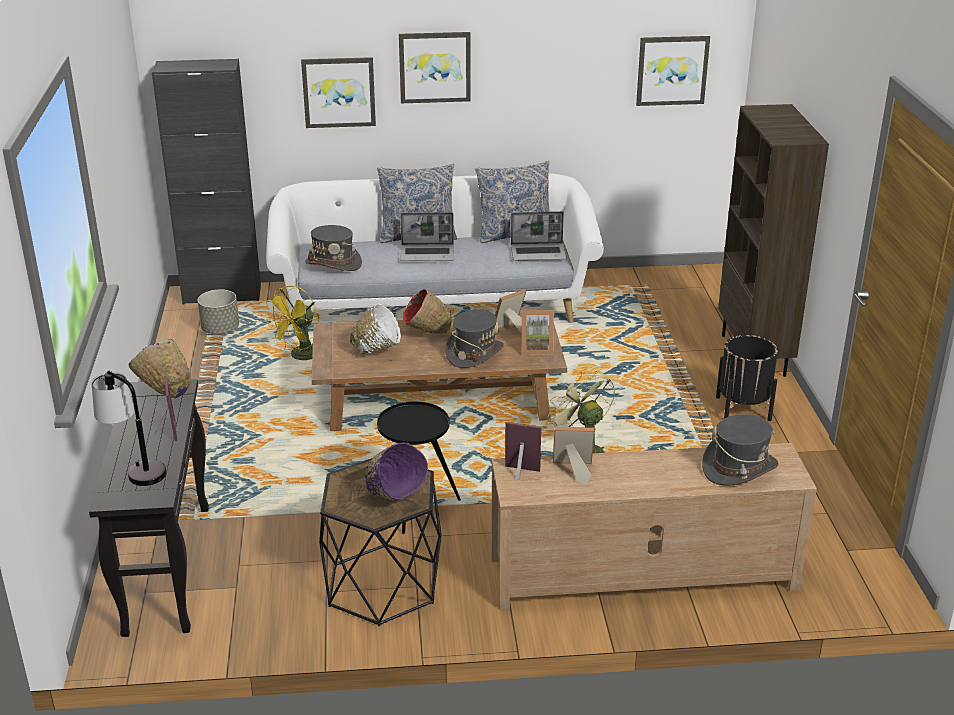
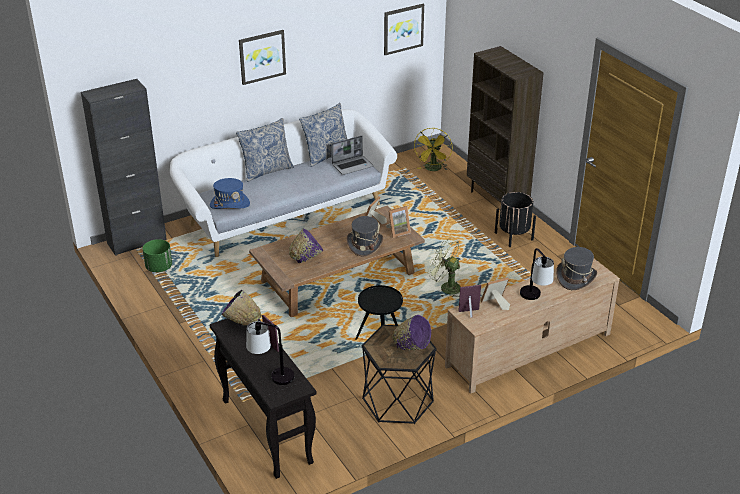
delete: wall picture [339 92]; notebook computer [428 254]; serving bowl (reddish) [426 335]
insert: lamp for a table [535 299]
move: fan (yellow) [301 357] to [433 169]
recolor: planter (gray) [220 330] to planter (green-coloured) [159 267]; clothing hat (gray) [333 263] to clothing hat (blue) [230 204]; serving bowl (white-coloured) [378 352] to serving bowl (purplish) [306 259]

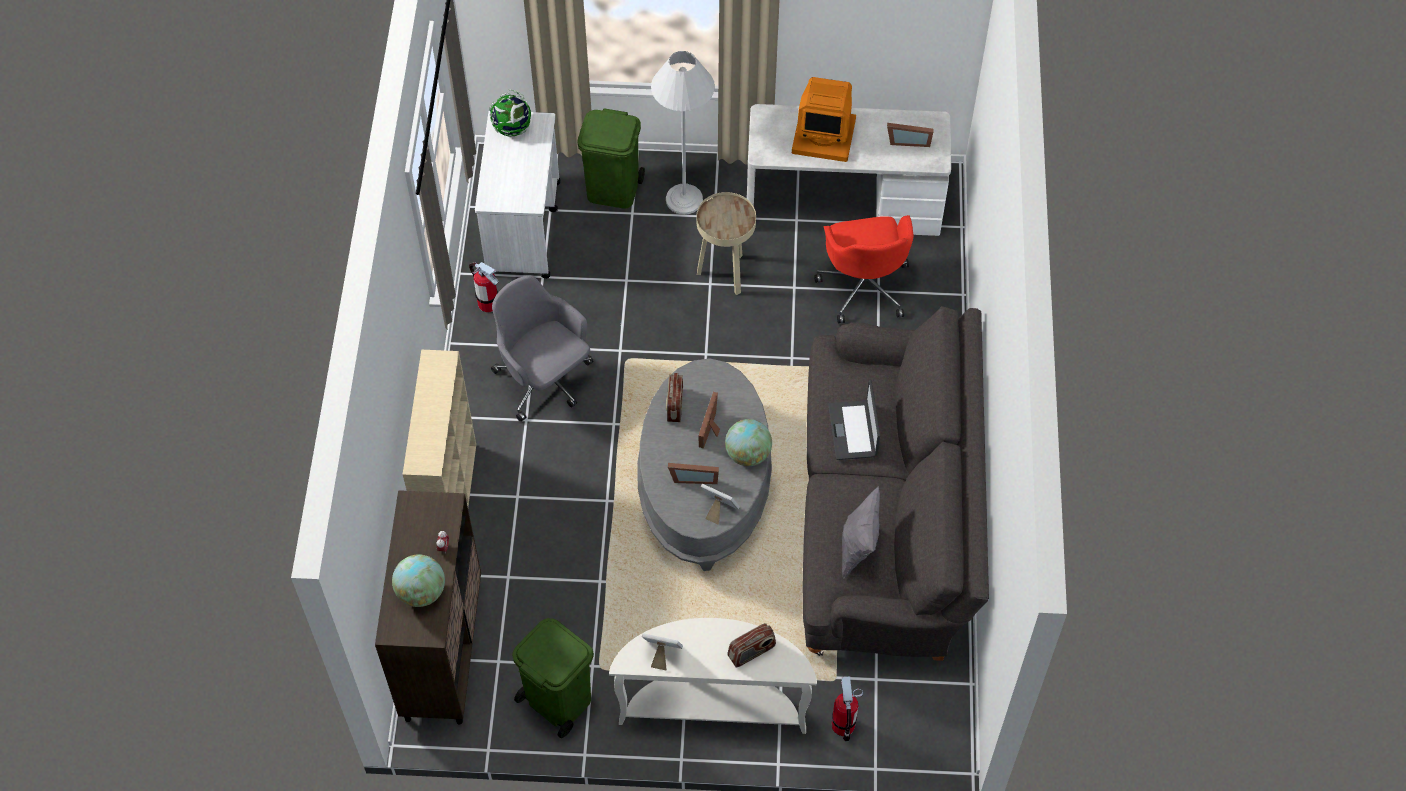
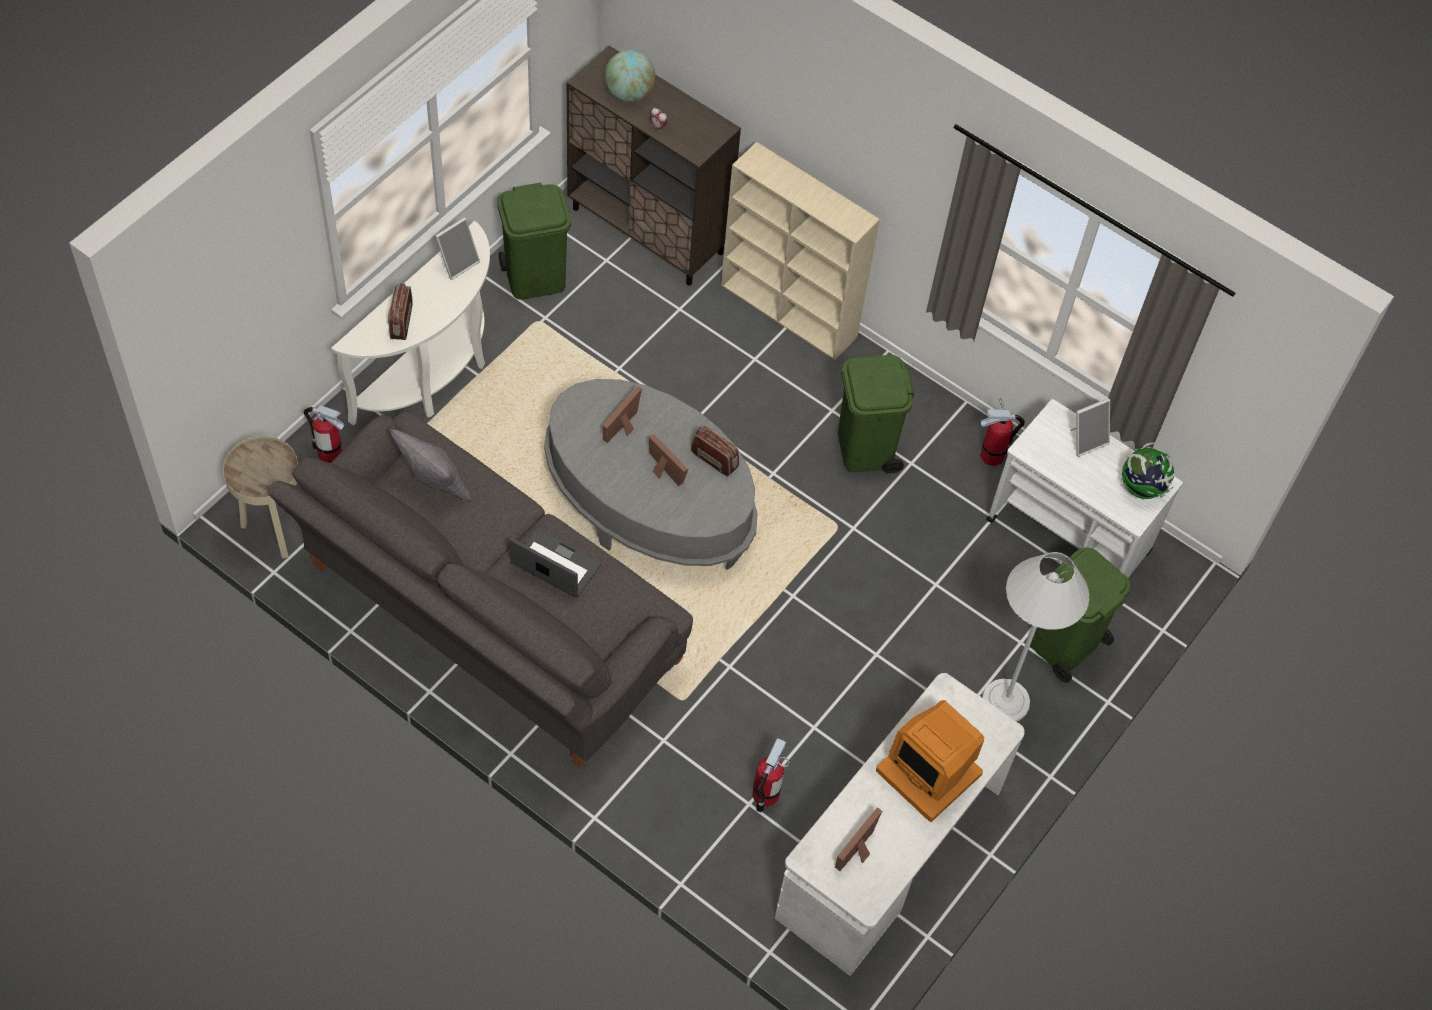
delete: desk globe [748 454]
move: end table (sand-coloured) [725 274] to [275 530]; standing frame [718 510] to [1086 440]
replace: office chair (reddish) [864 285] to extinguisher [765 795]; office chair (gray) [544 380] to trash can (green-coloured) [865 449]
rotate: monitor [824 135] = [930 771] 90 degrees counterclockwise

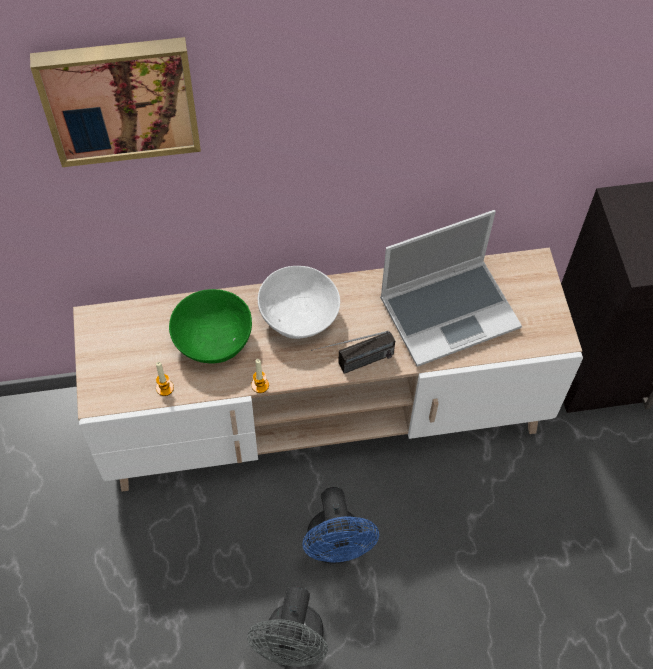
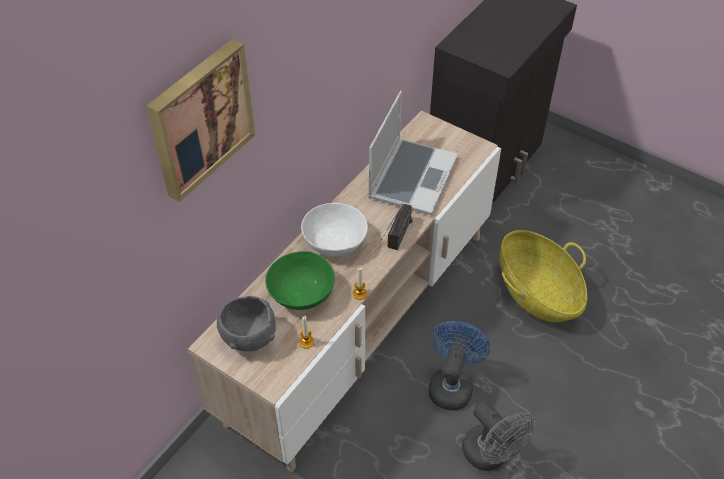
insert: serving bowl (gray) [249 338]; storage basket [537 292]
rotate: fan (blue) [336 547] = [452 384] 105 degrees counterclockwise

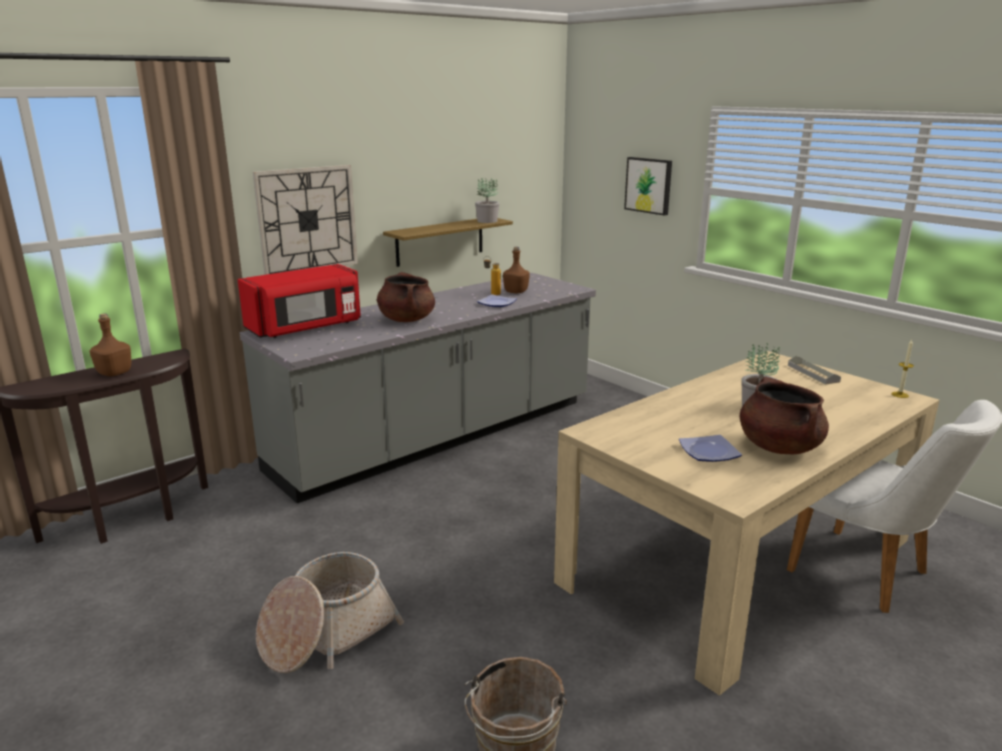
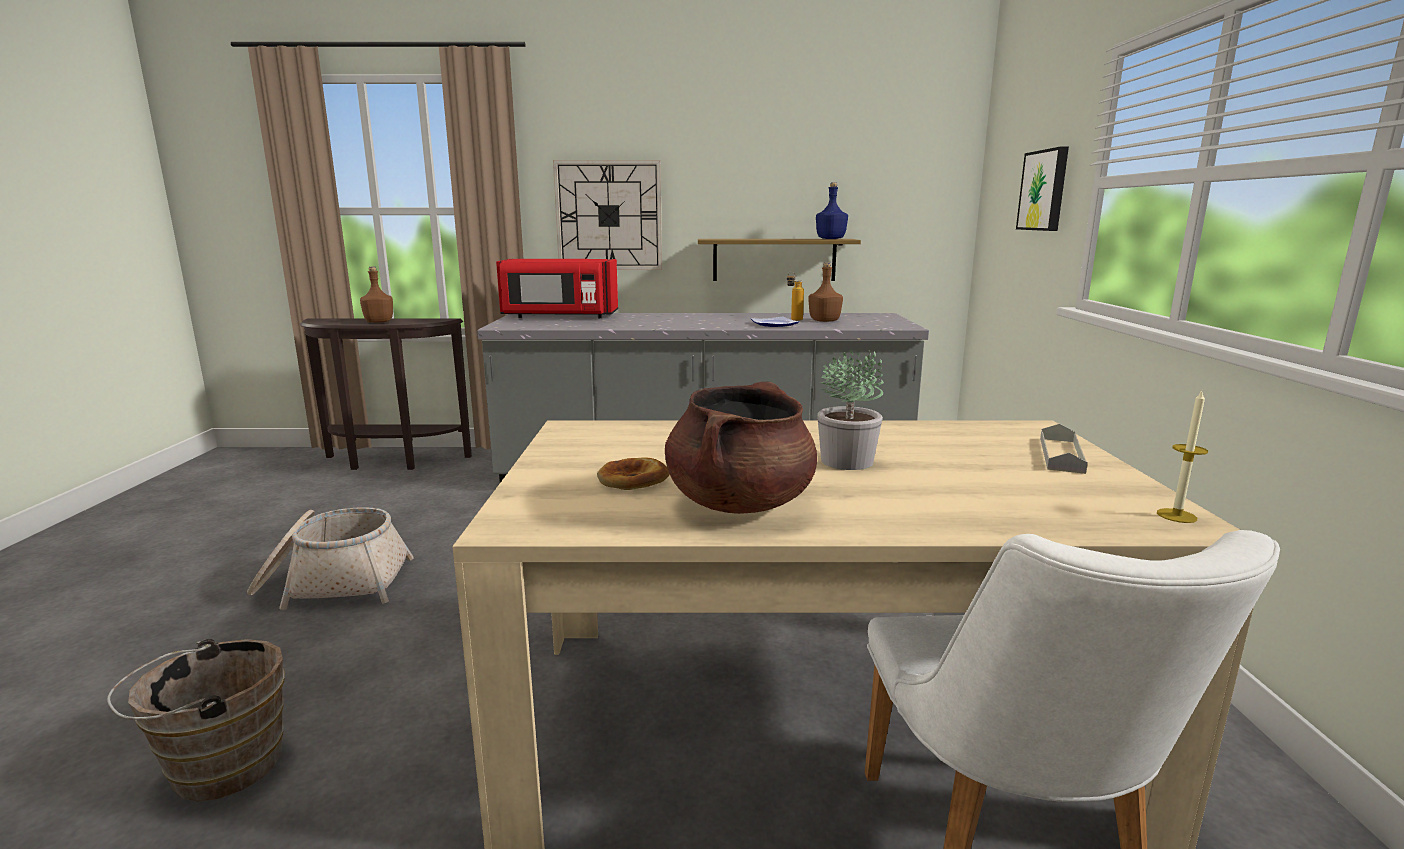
delete: saucepot (brown) [406 319]
replace: plate [710 452] to bakery bread [632 480]; houseplant [487 221] to beverage bottle (blue) [830 239]

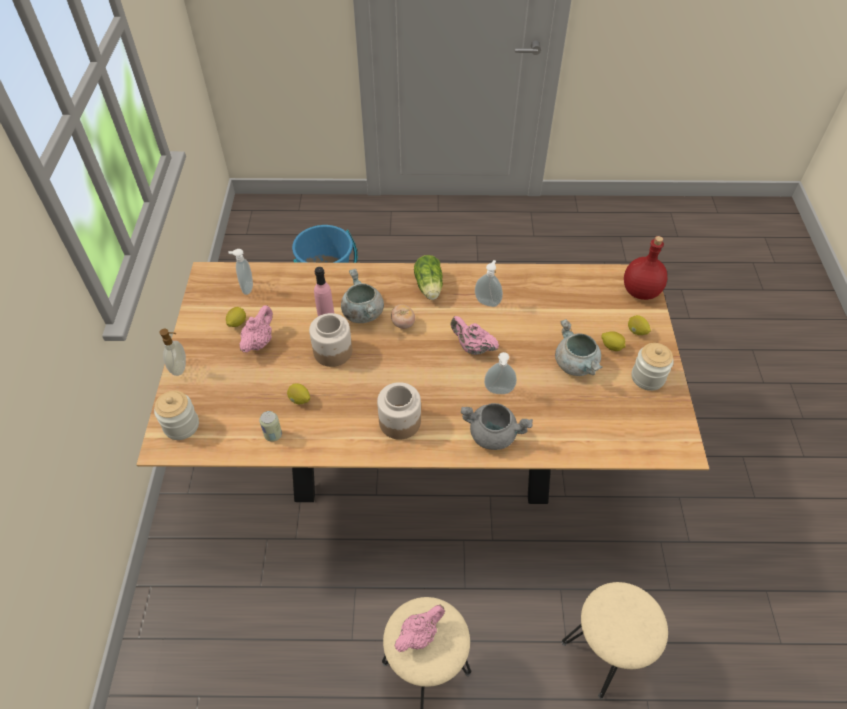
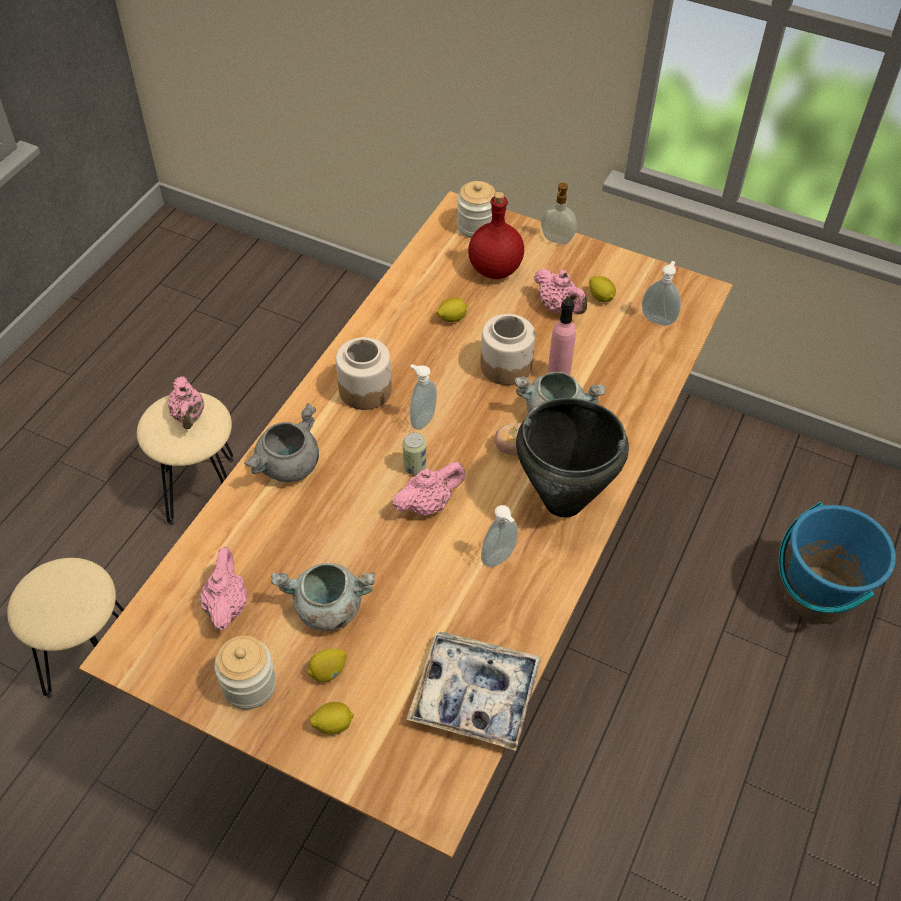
insert: teapot (pink-coloured) [226 605]; carrying tray [475 695]
move: can [273 435] to [414 467]; soap bottle [499 392] to [421 419]; beverage bottle (reddish) [641 292] to [494 270]
replace: lettuce head [429 287] to saucepot (black-coloured) [564 502]

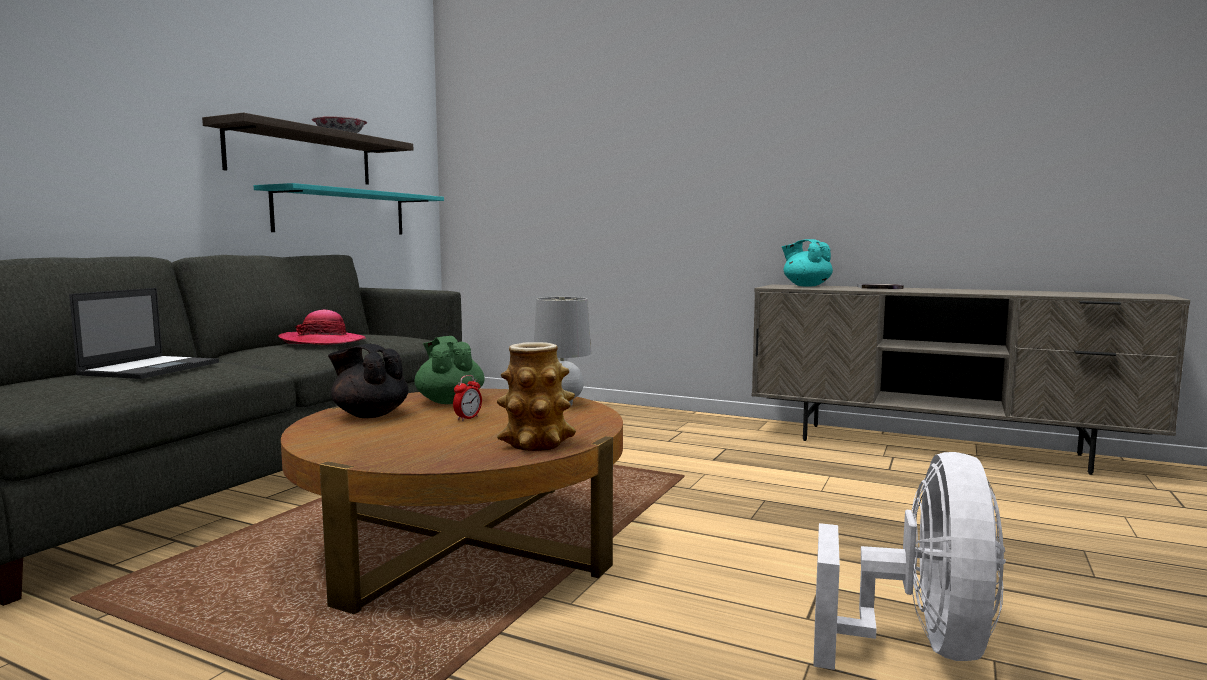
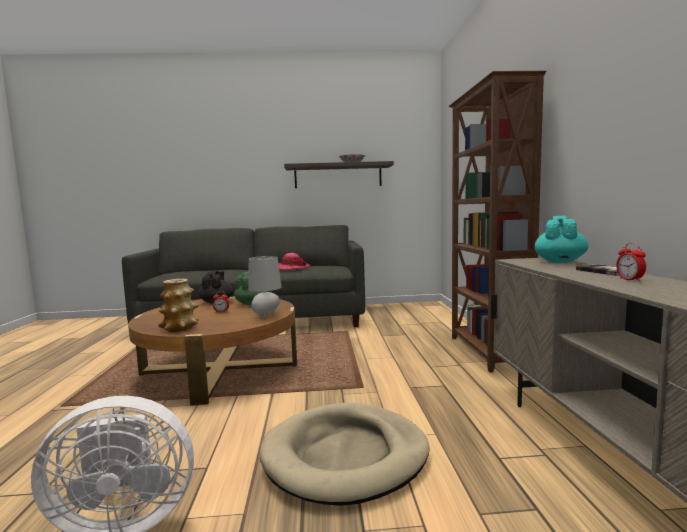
delete: notebook computer [152 368]; shelf (blue-green) [342 213]
insert: dog bed (sand-coloured) [346 456]; bookshelf (brown) [487 352]; alarm clock [630 280]

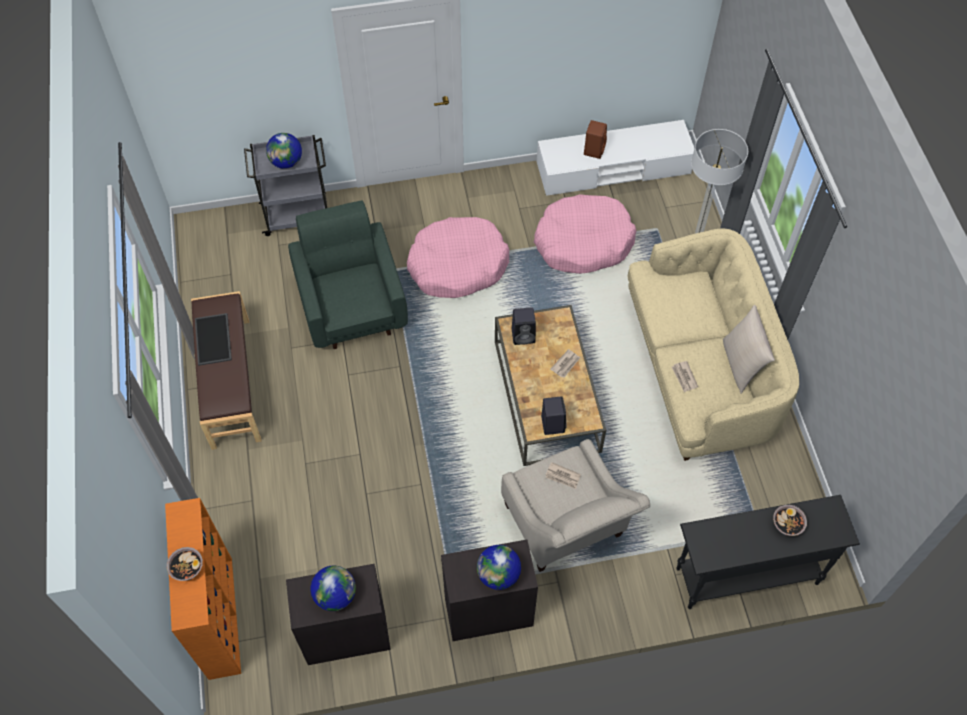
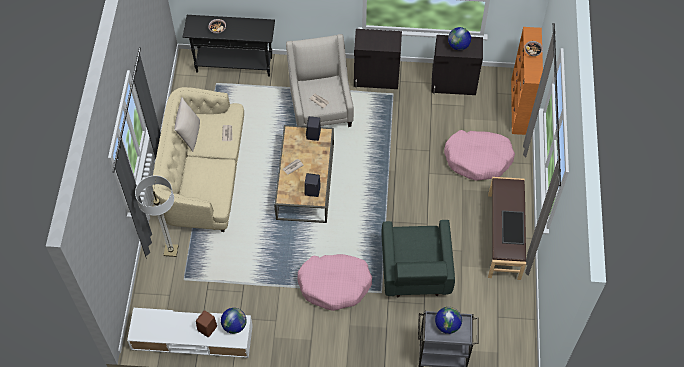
move: desk globe [498 575] to [234 325]; dog bed (pink-coloured) [583 242] to [478 159]

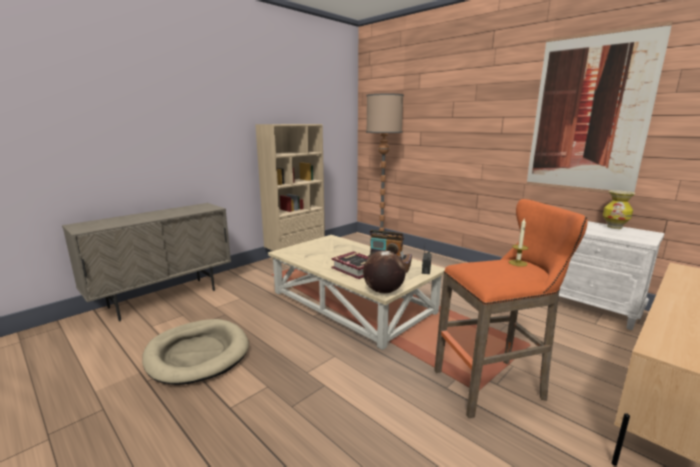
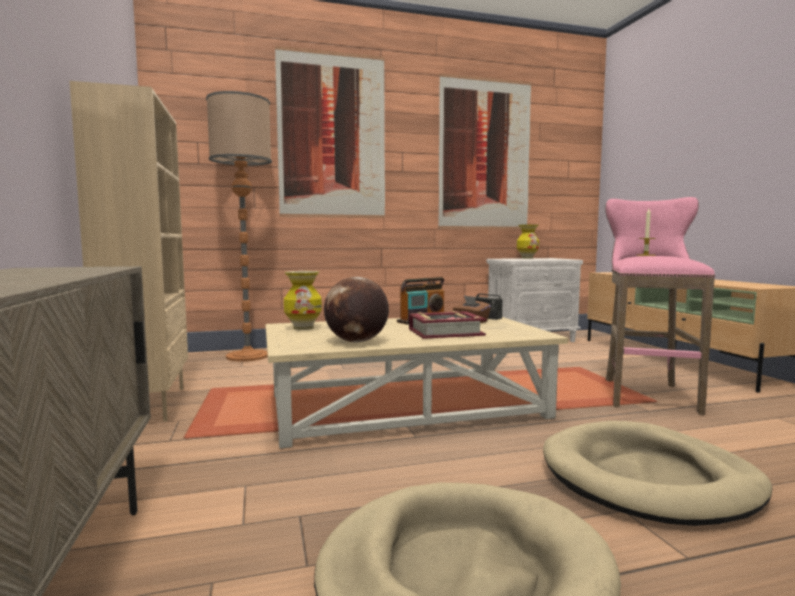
insert: wall picture [332 136]; vase [303 328]; dog bed (sand-coloured) [648 478]
move: desk globe [383 291] to [356 342]
recolor: stool (orange-coloured) [493 384] to stool (pink-coloured) [646 394]

